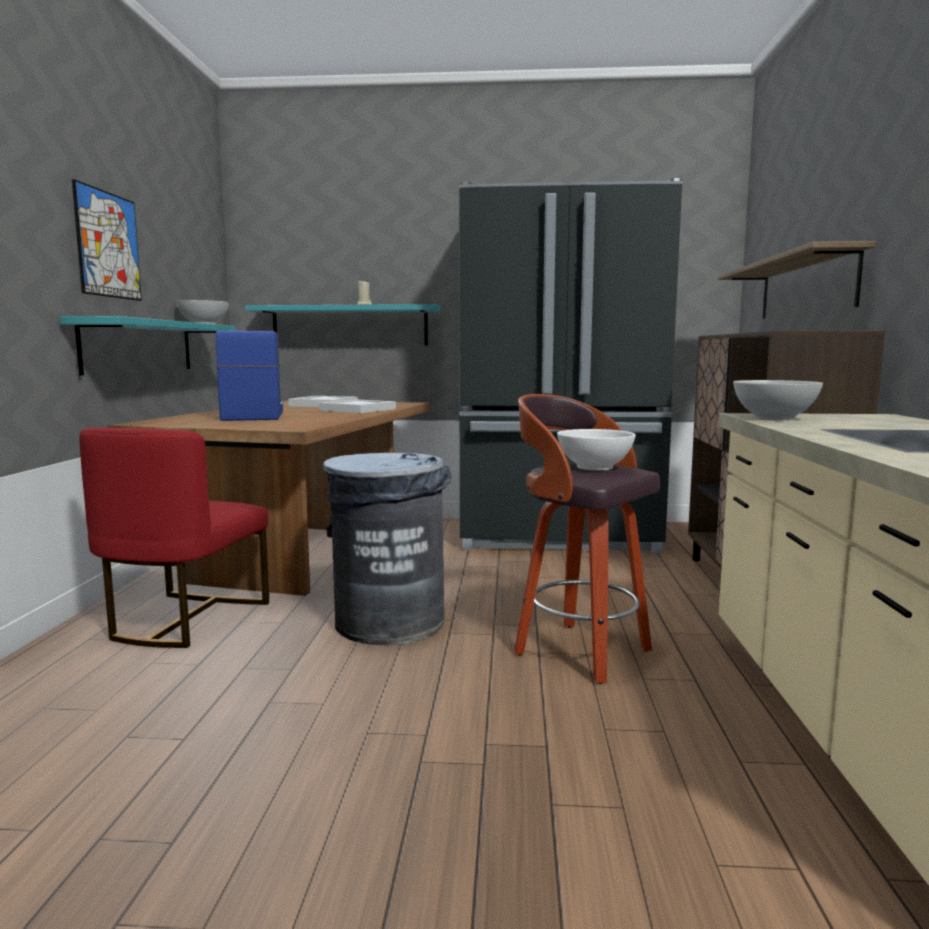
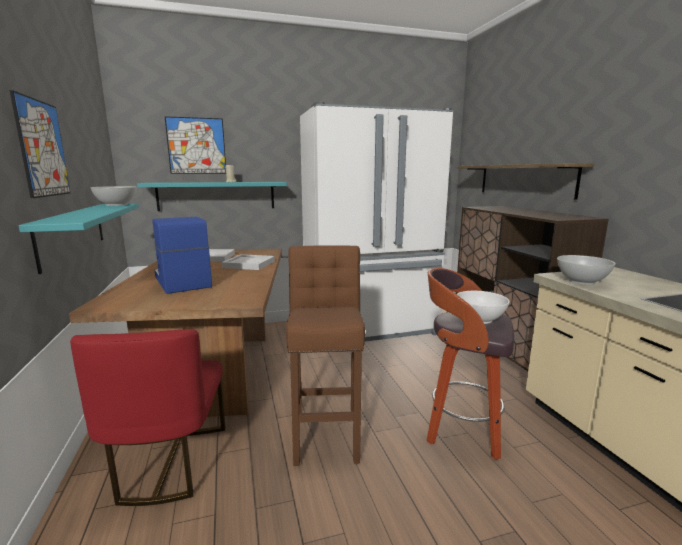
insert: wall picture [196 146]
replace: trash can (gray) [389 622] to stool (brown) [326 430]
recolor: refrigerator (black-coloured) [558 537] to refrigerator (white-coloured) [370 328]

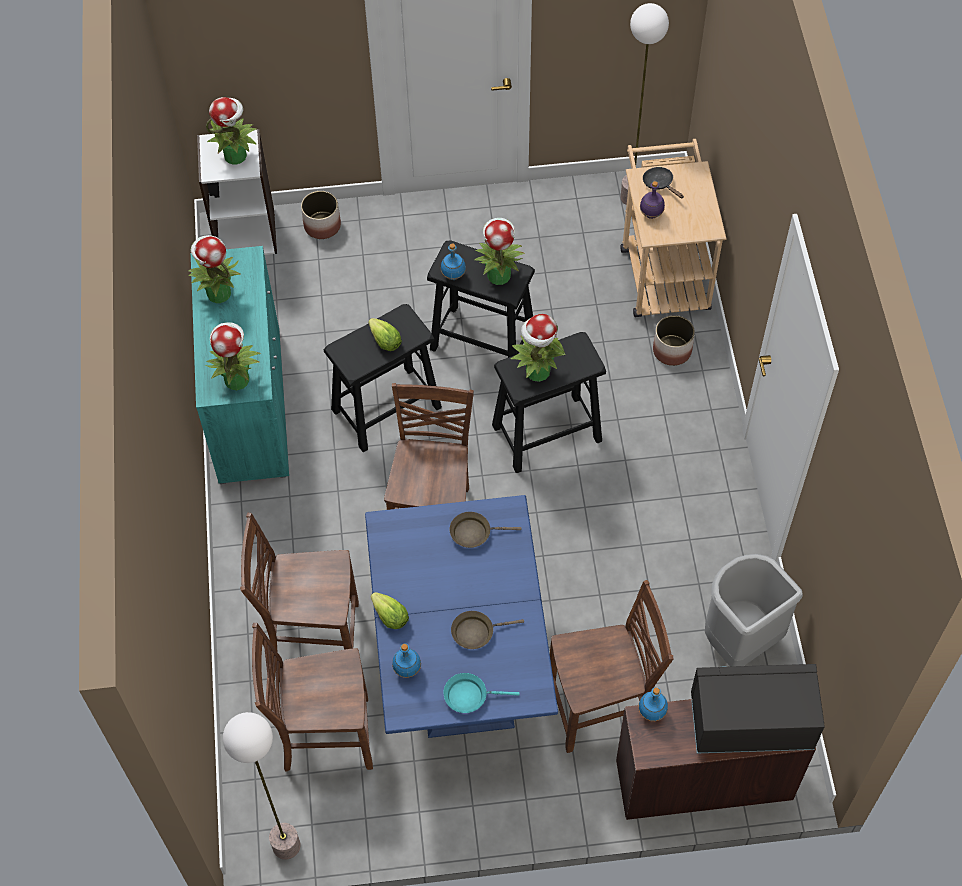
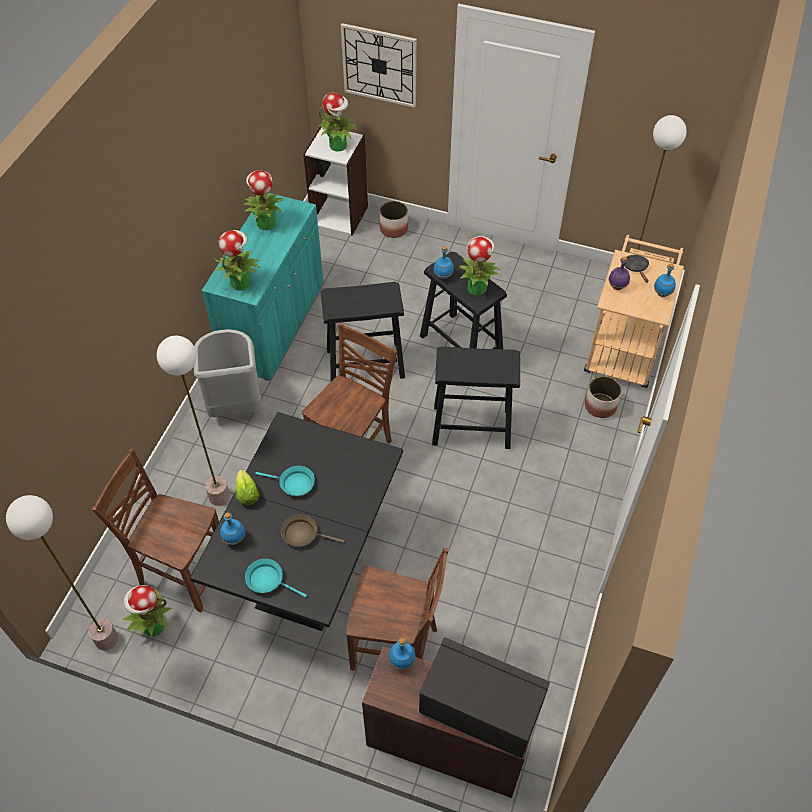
delete: lettuce head [385 341]; frying pan (brown) [474 532]
insert: frying pan (blue-green) [294 484]; wall clock [379 65]; beverage bottle (blue) [662 293]
move: houseplant [537 372] to [153 627]; trash can (gray) [739 640] to [236 406]
replace: plain chair (brown) [312 635] to standard lamp [219 496]
recolor: dining table (blue) [461 665] to dining table (black-coloured) [310 566]

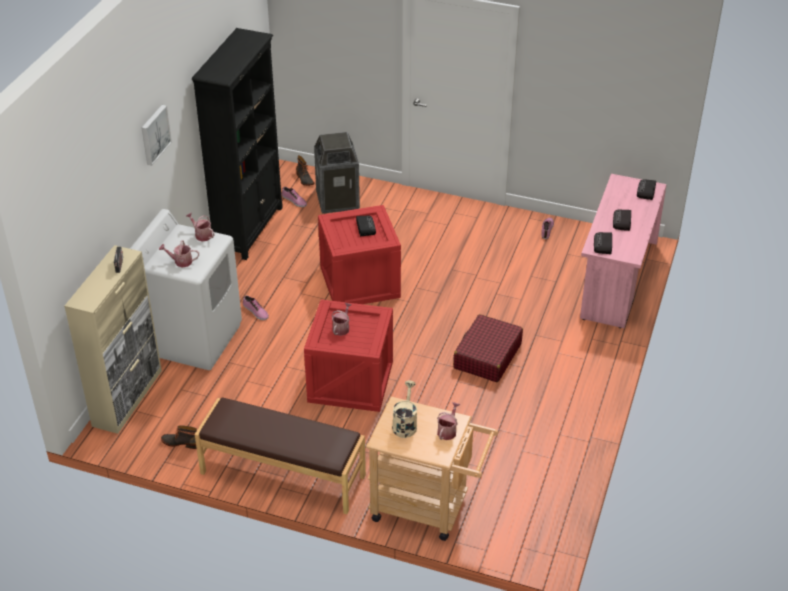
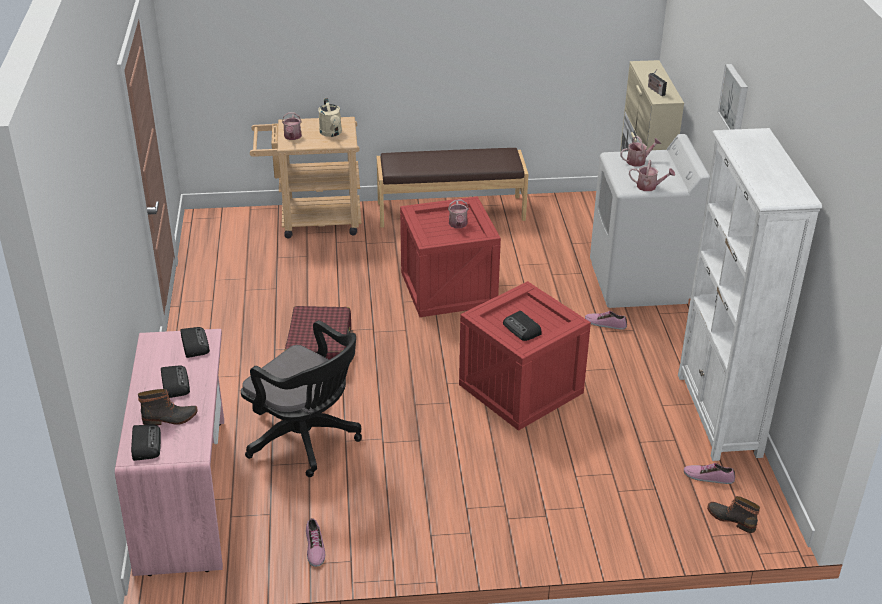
delete: trash can [338 200]
insert: office chair (black-coloured) [307 440]
move: tall boot [181 442] to [170 419]
recolor: bookshelf (black-coloured) [249 229] to bookshelf (white-coloured) [718 415]

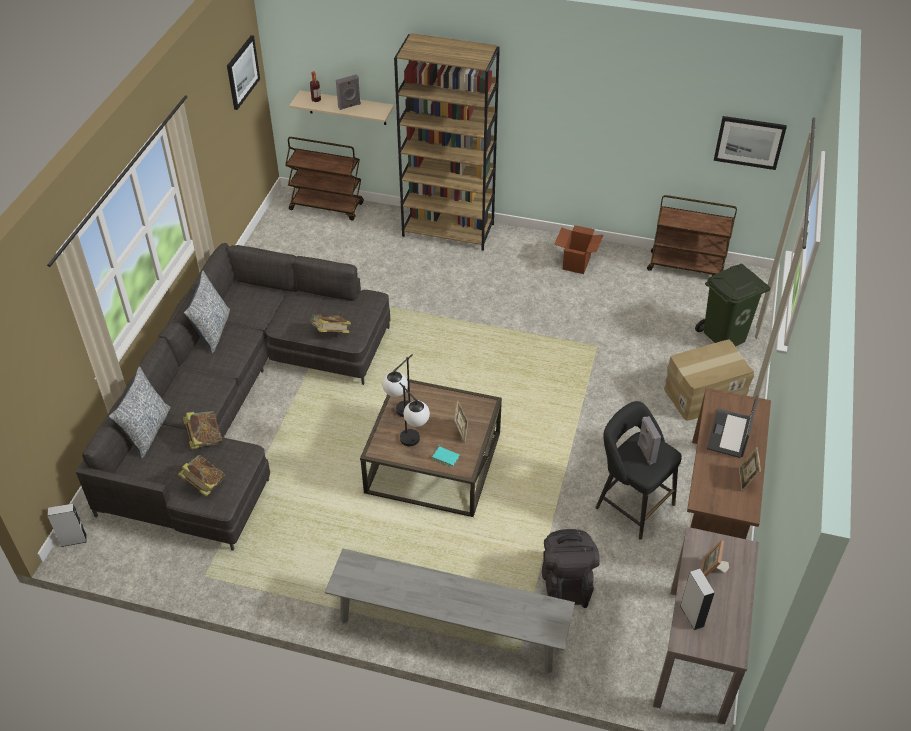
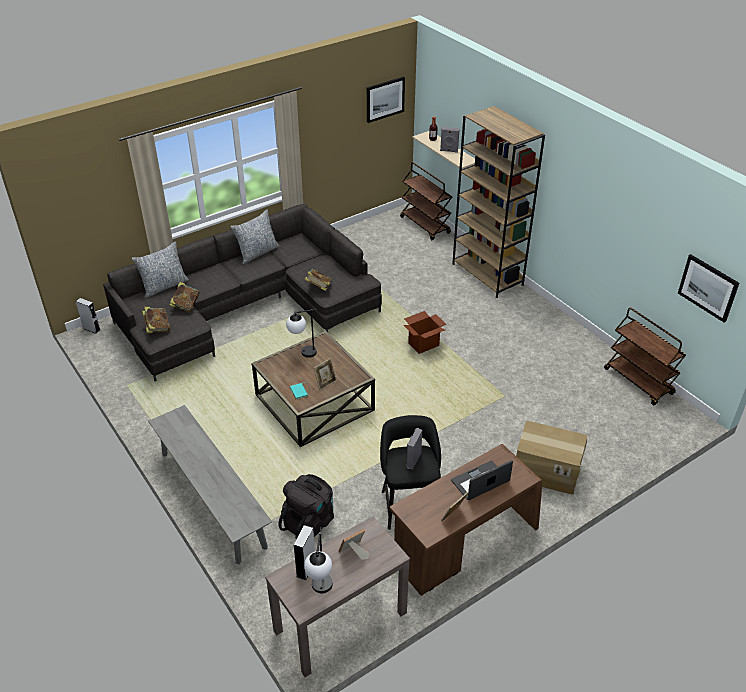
delete: trash can (green-coloured) [724 337]
move: lamp for a table [414 444] to [321 592]; cardboard box [576 263] to [423 344]

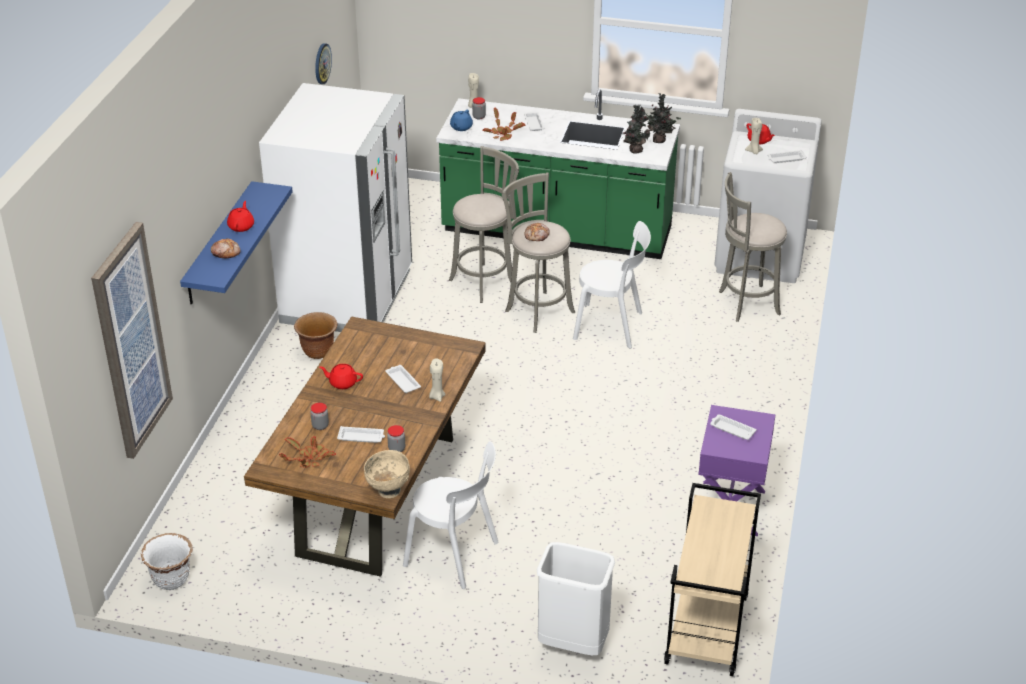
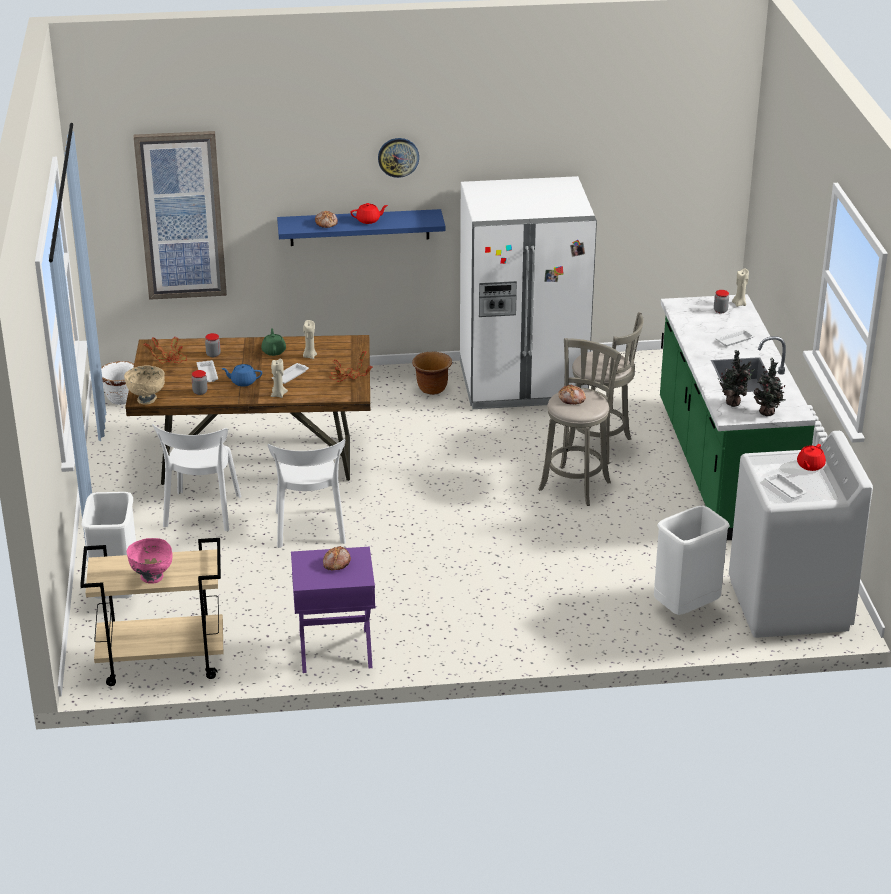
insert: serving bowl (pink-coloured) [152 577]
move: teapot (blue) [461 127] to [243 382]; plain chair (white-coloured) [612 326] to [310 530]; candle (sand-coloured) [754 151] to [309 356]; houseplant [503 134] to [347 377]; wall clock [322 63] to [398 157]
replace: carrying tray (white-coloured) [731 429] to bakery bread [336 563]; stool (gray) [745 303] to trash can (white-coloured) [686 608]
recolor: teapot (reddish) [342 383] to teapot (green-coloured) [274 351]

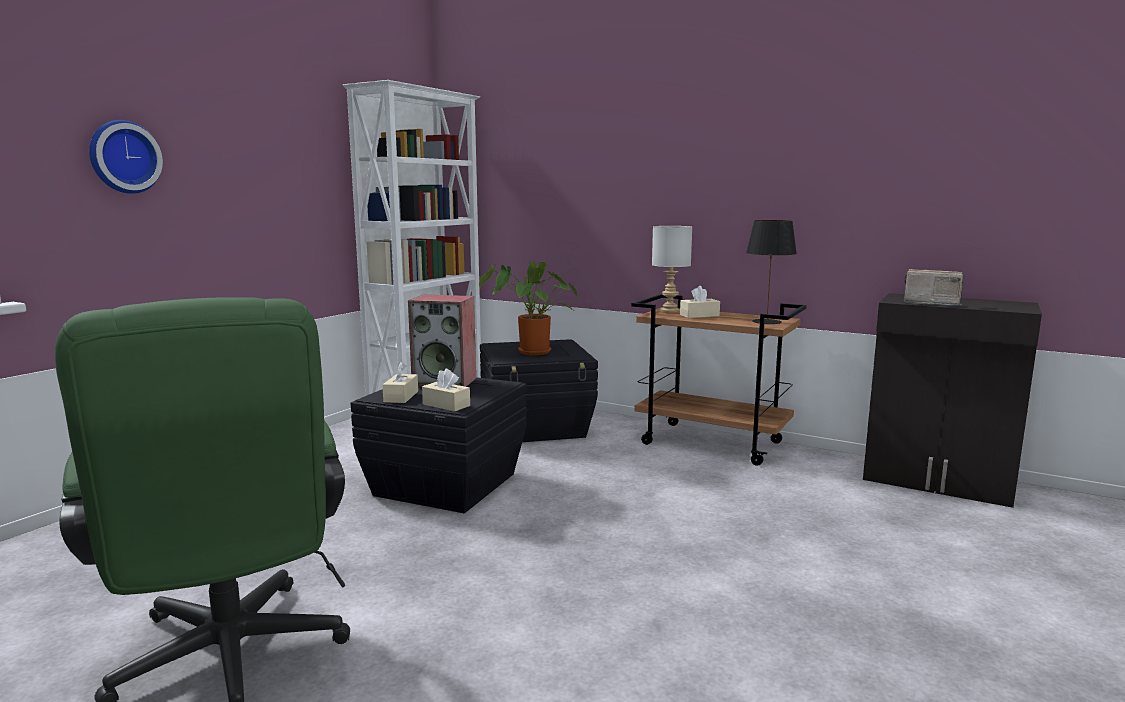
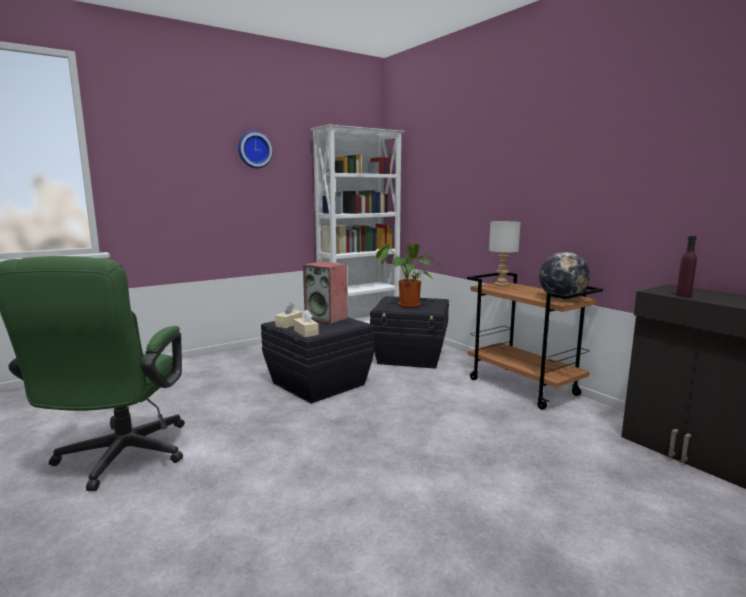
delete: box of tissues (sand-coloured) [699 315]
move: wall clock [123 157] to [254 150]
replace: lamp for a table (black-coloured) [766 321] to desk globe [562 299]; radio receiver [930 303] to beverage bottle (purplish) [683 295]

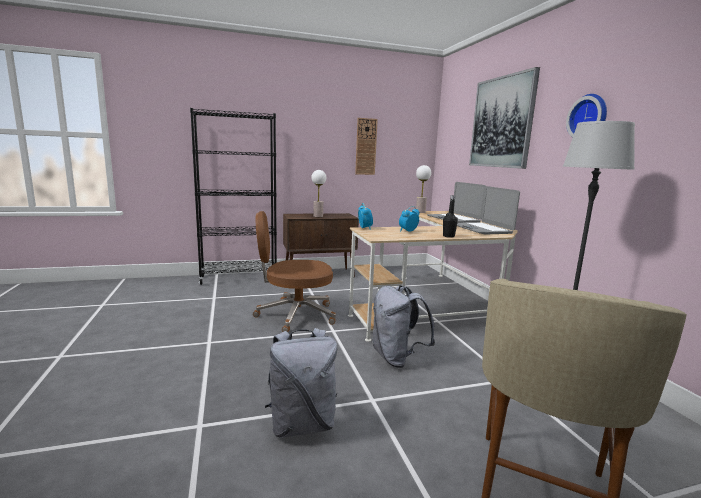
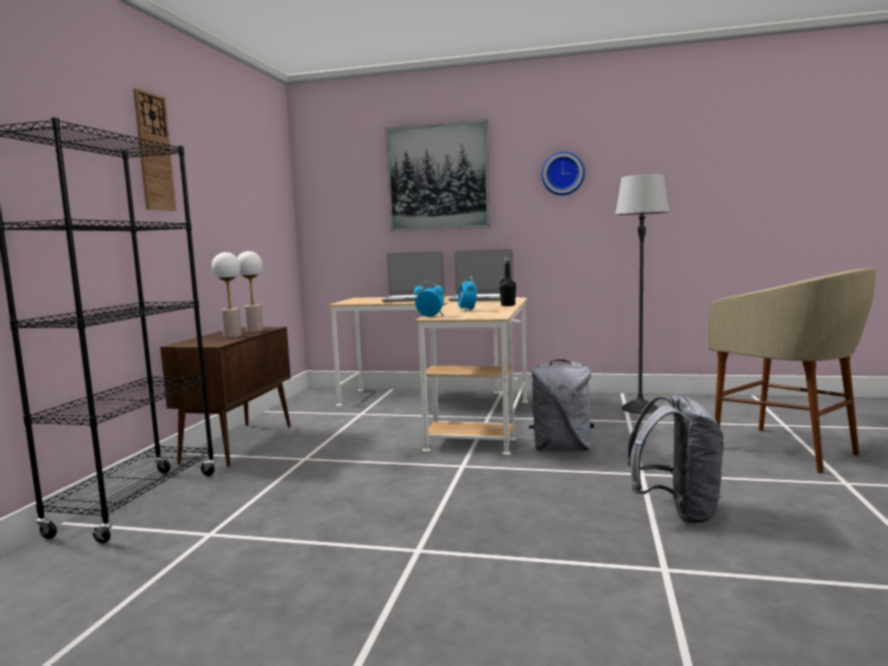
delete: office chair (brown) [295 315]
move: wall clock [366 146] to [154 152]; lamp for a table [420 212] to [254 331]

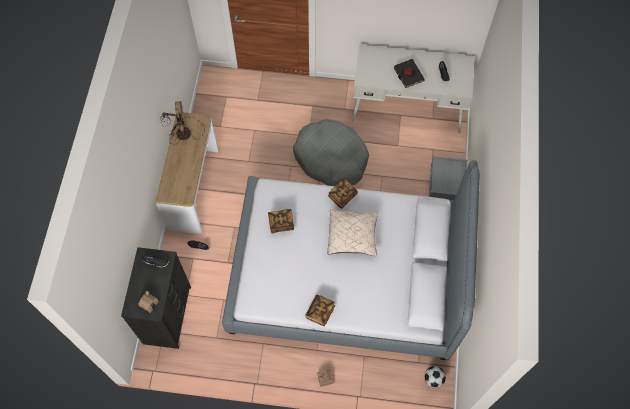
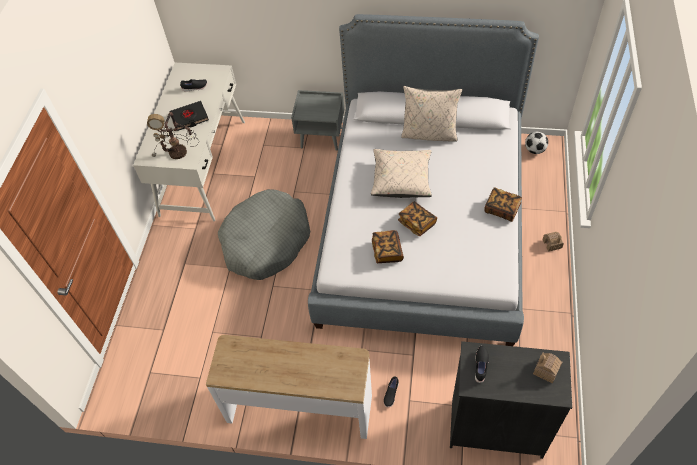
insert: throw pillow (sand-coloured) [429 134]
move: lamp for a table [183 135] to [179 153]; volume [342 196] to [417 223]

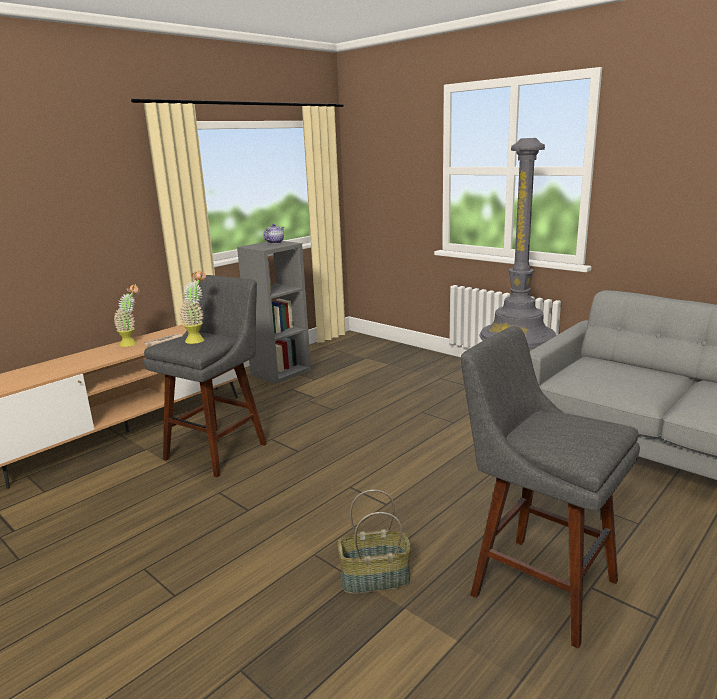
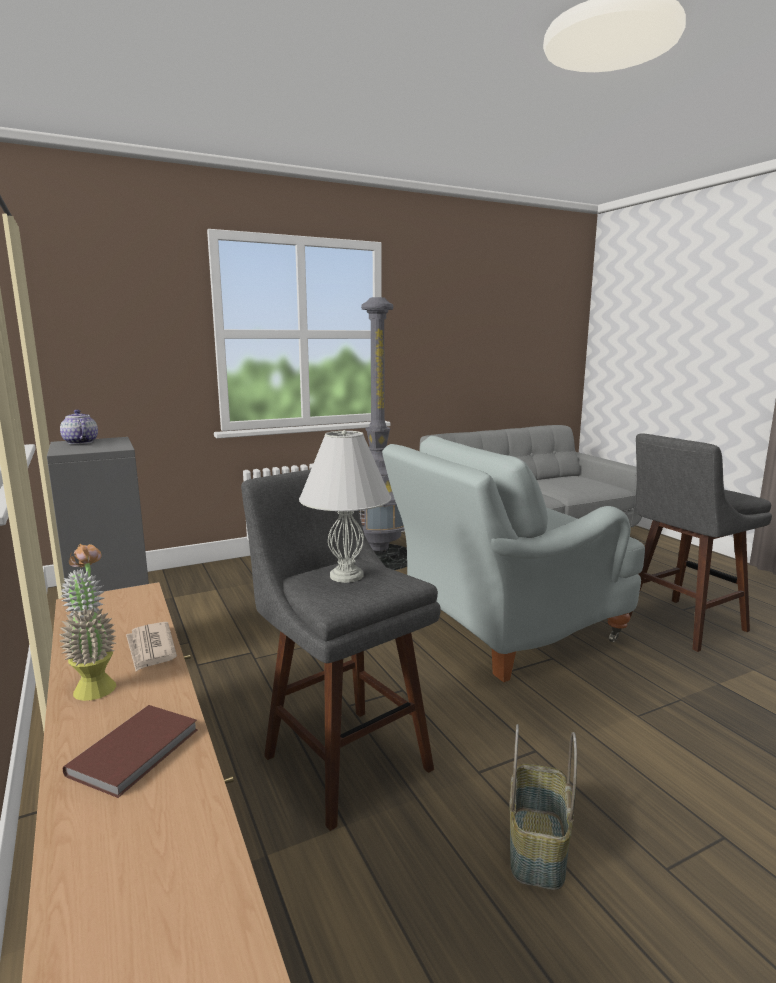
insert: volume (brown) [138 751]; lounge chair (gray) [503 629]
move: storage basket [374 579] to [539 848]
replace: houseplant [198 339] to lamp for a table (white-coloured) [347 575]

